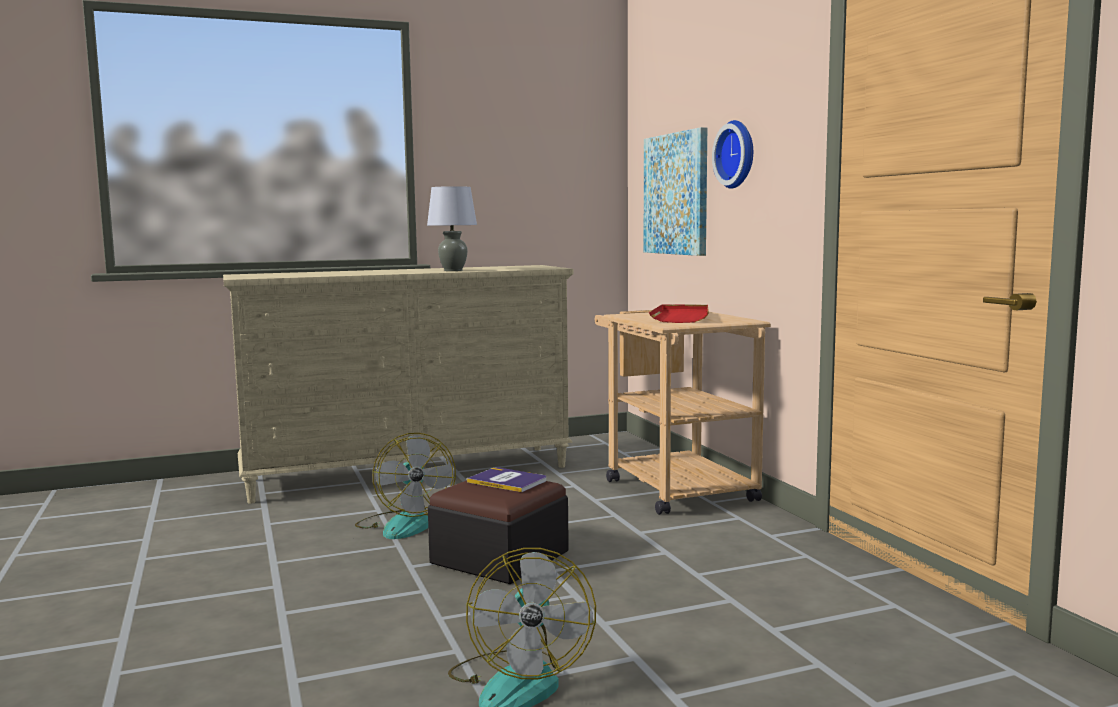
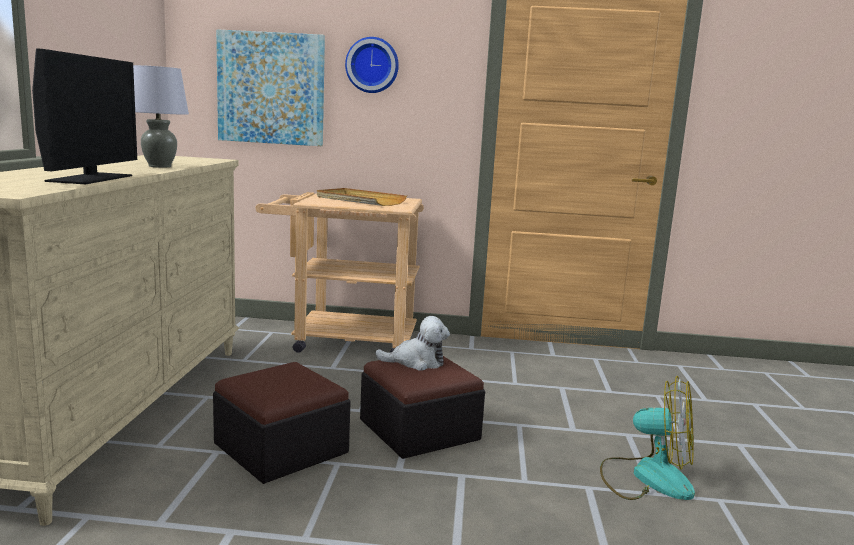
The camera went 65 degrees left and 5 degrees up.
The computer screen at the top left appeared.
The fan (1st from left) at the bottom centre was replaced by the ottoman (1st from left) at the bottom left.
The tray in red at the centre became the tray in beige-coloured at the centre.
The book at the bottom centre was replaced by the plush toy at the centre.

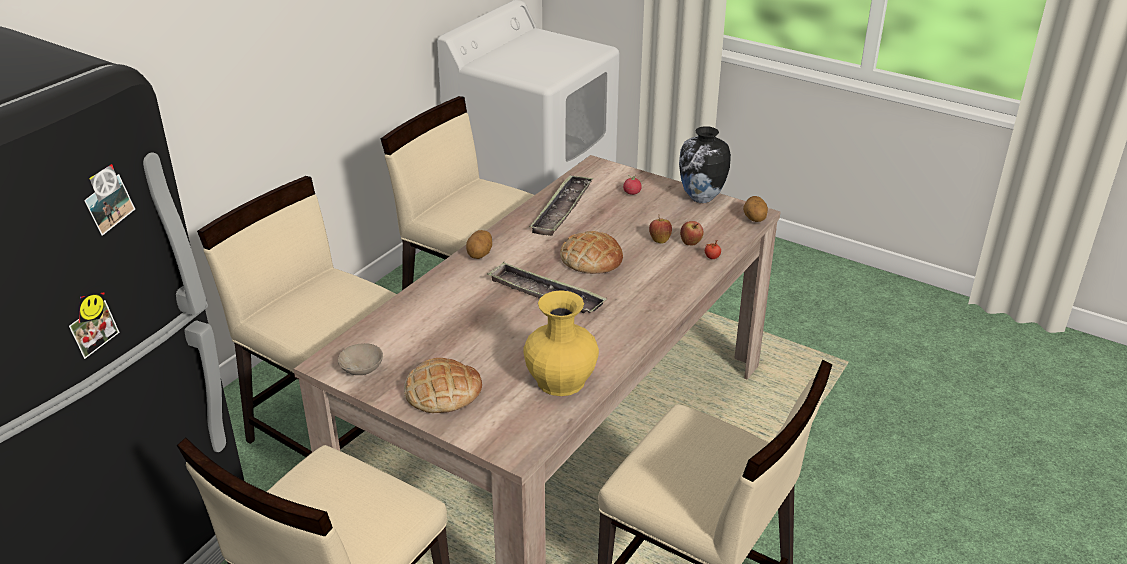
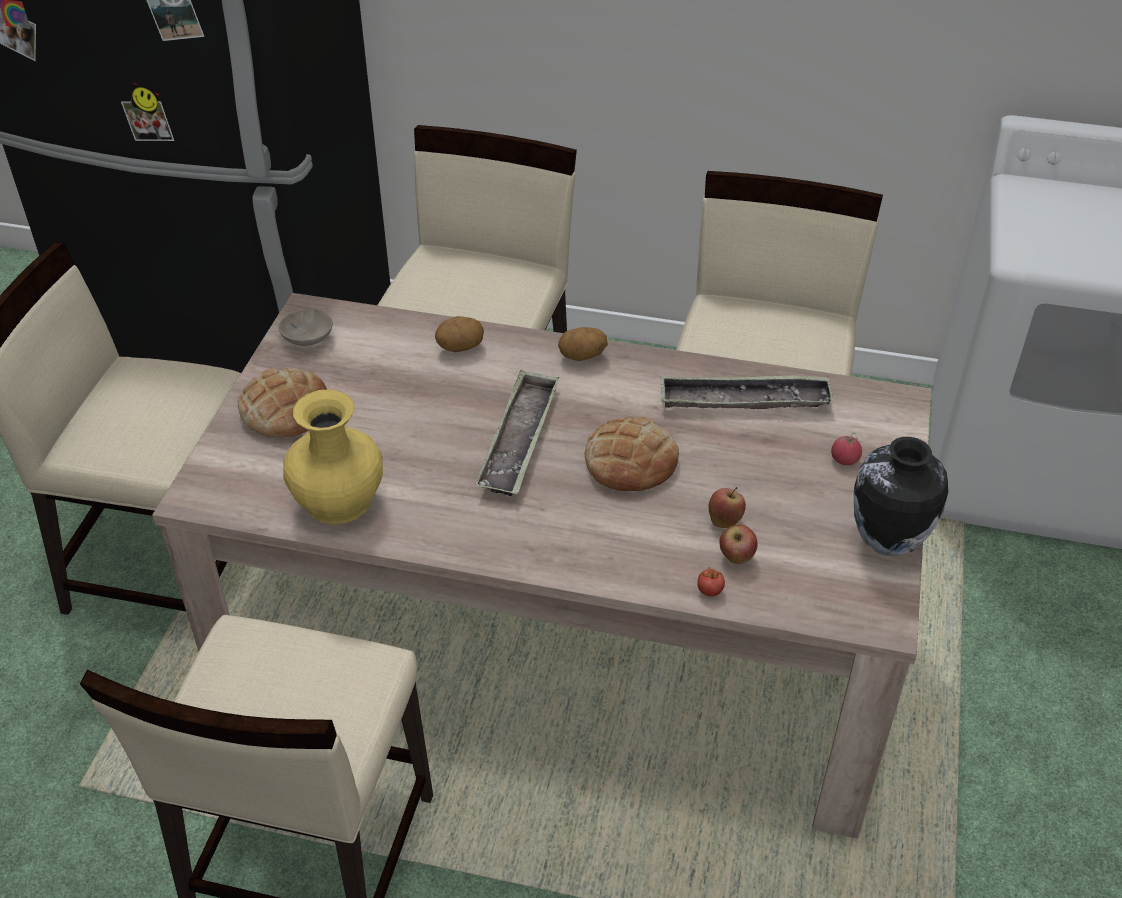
The camera went 70 degrees right and 10 degrees up.
The potato (2nd from left in the first image) moved from the middle right to the centre.

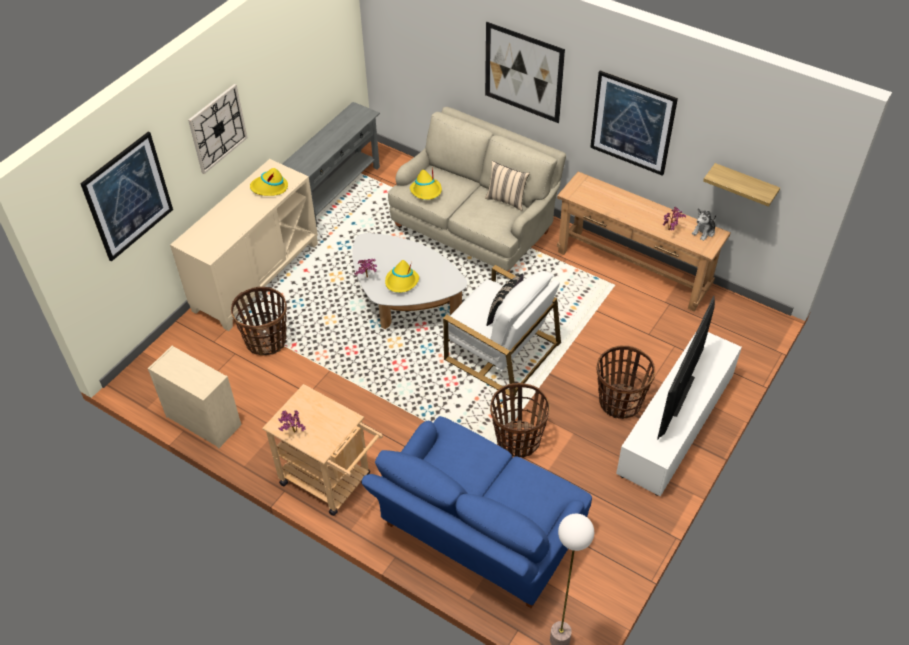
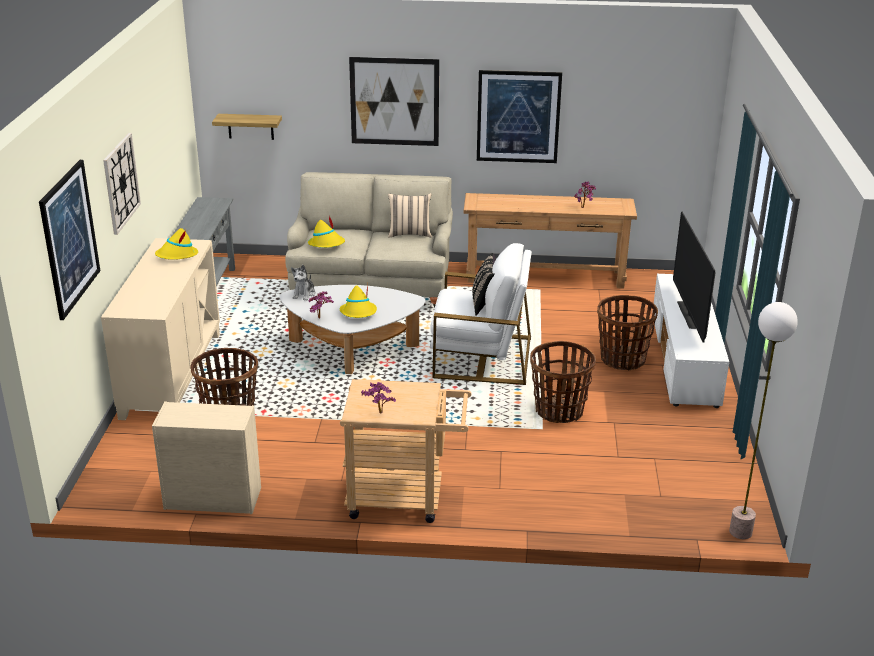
The camera went 30 degrees left and 20 degrees down.
The shelf moved from the top right to the top left.
The plush toy moved from the middle right to the centre.
The settee in bluish at the bottom centre disappeared.

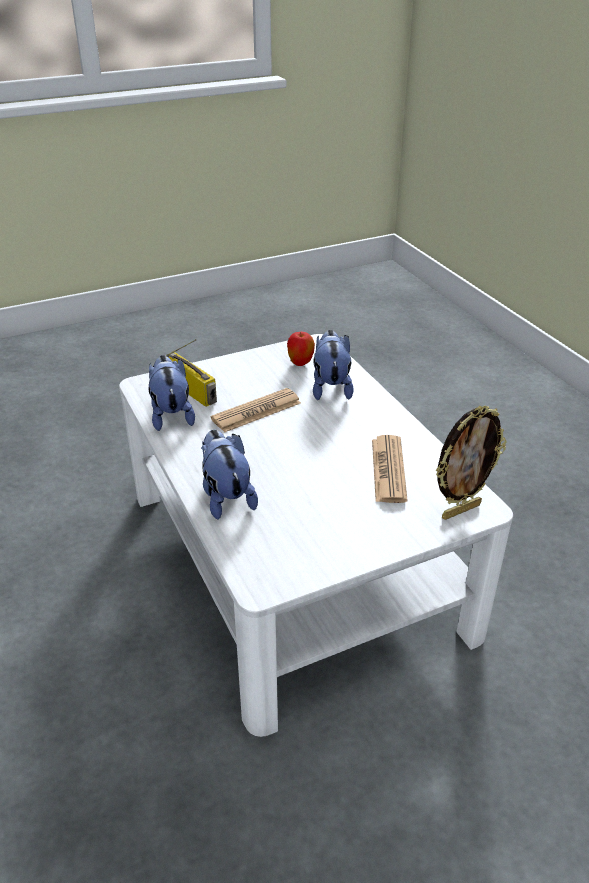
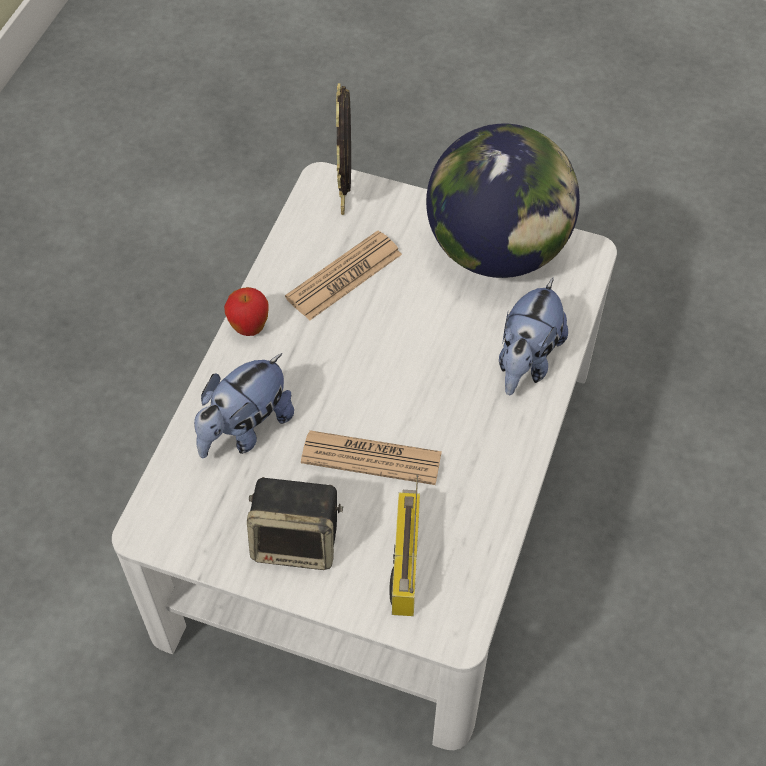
The camera went 135 degrees left and 20 degrees up.
The whole apple moved from the centre to the middle left.
The speaker at the bottom centre appeared.
The standing frame at the middle right turned 105 degrees counterclockwise.
The globe at the top centre appeared.
The plush toy (1st from left) at the middle left disappeared.

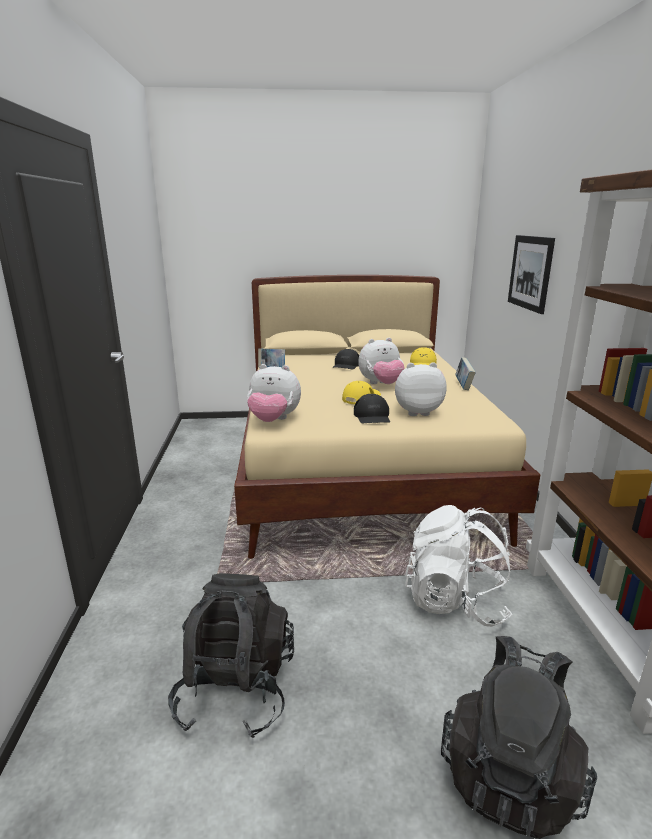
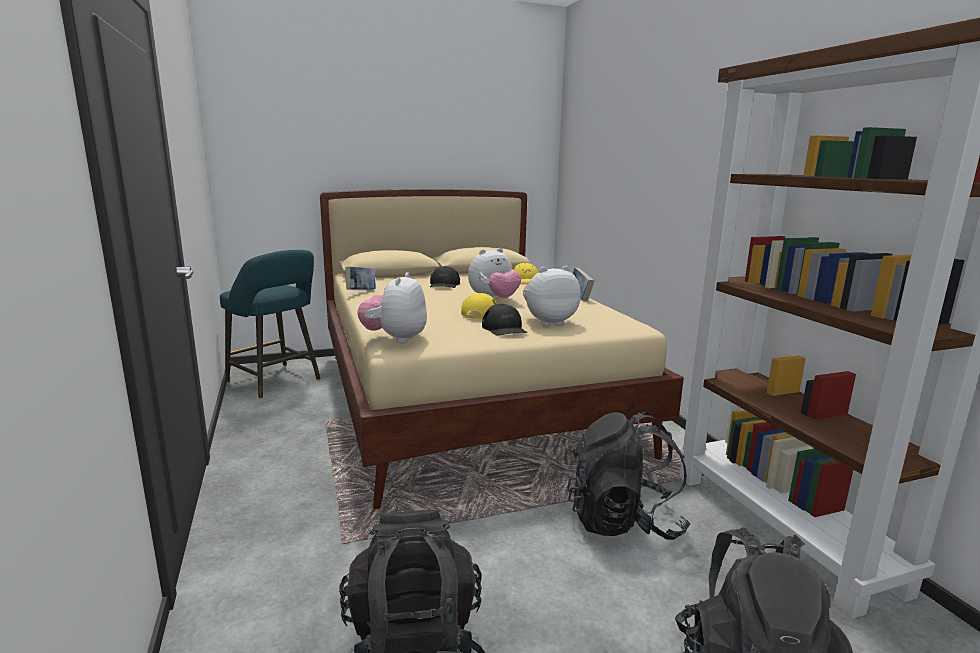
The camera went 15 degrees left and 5 degrees down.
The sitting stool in turquoise-coloured at the middle left appeared.
The plush toy (1st from left) at the centre turned 105 degrees clockwise.
The rucksack in white at the bottom right became the rucksack in blackish (2nd from left) at the bottom centre.
The wall picture at the top right disappeared.

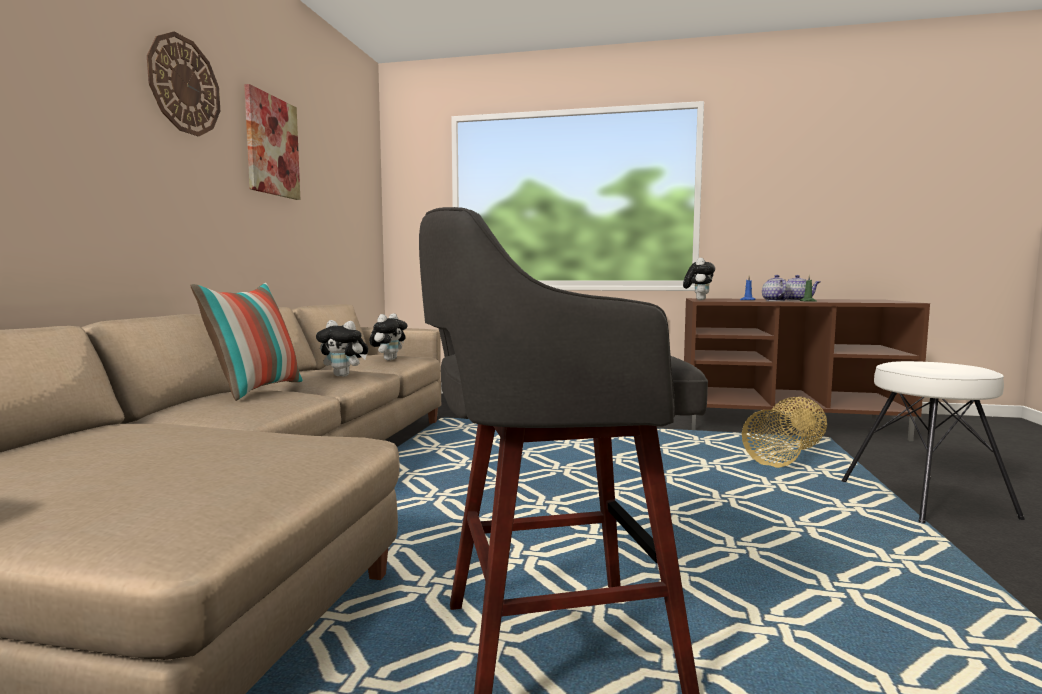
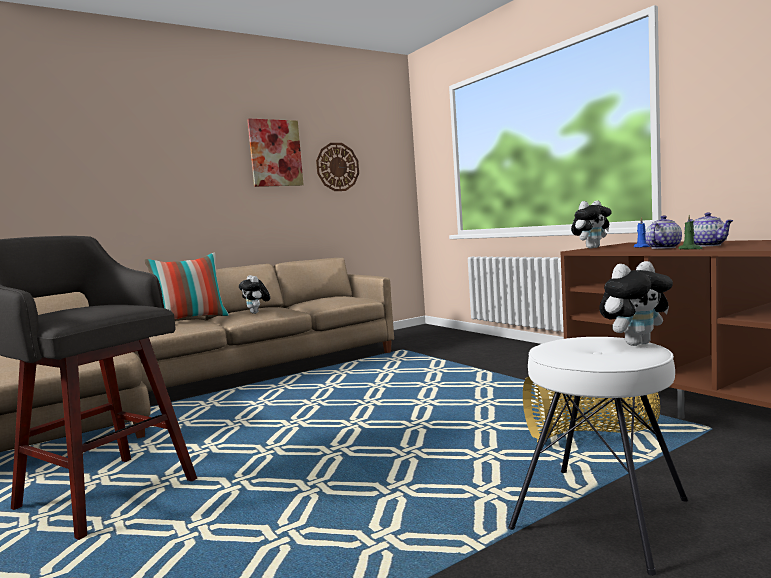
The camera went 45 degrees right and 0 degrees up.
The clock on the wall moved from the top left to the top centre.
The plush toy (2nd from left in the first image) moved from the centre to the middle right.

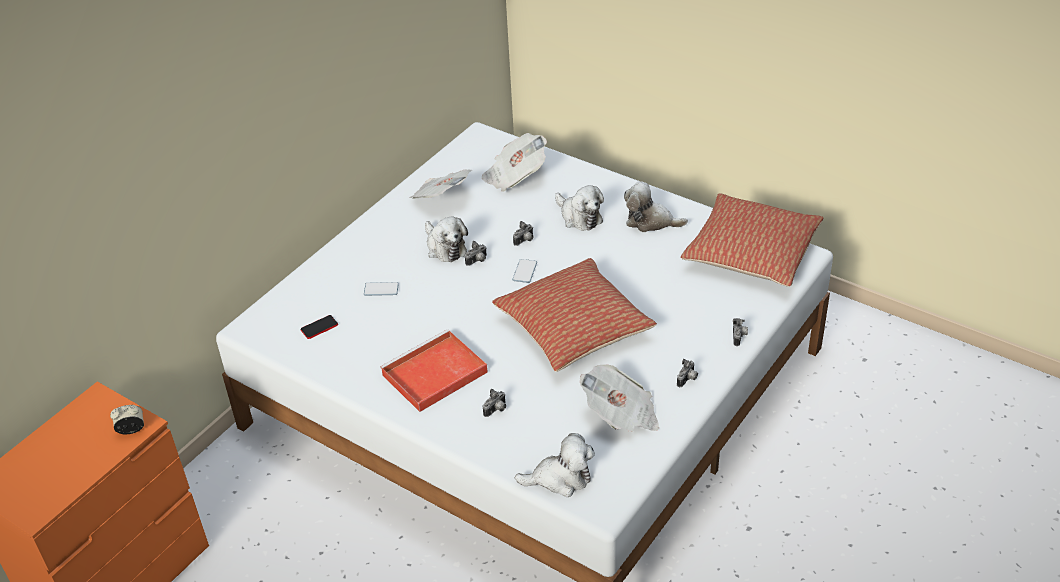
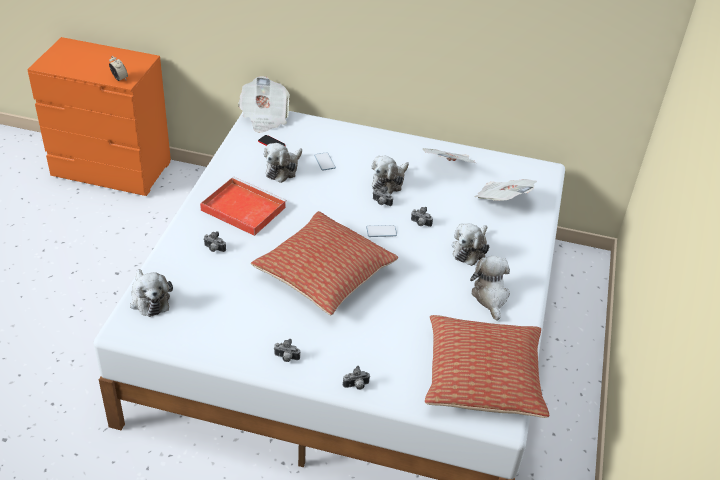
The camera went 65 degrees right and 0 degrees up.
The newspaper (3rd from left in the first image) moved from the bottom centre to the top centre.
The plush toy (2nd from left) at the centre appeared.

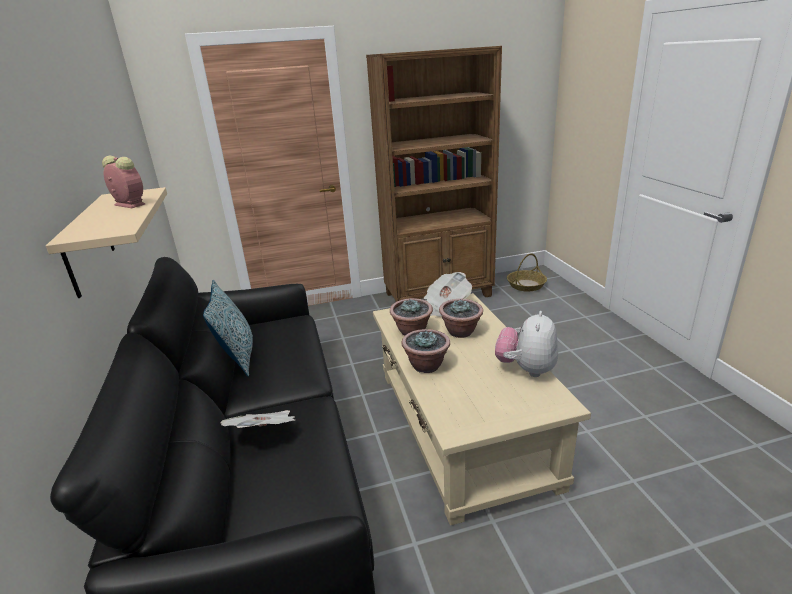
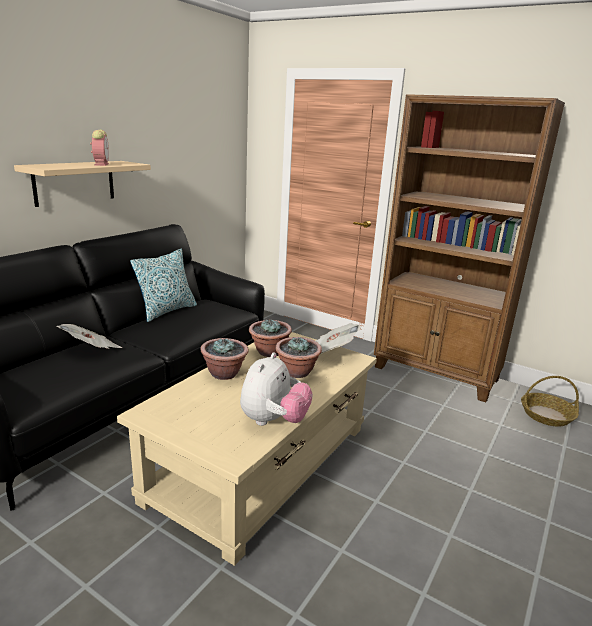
The camera went 45 degrees right and 5 degrees down.
The plush toy at the centre turned 135 degrees clockwise.

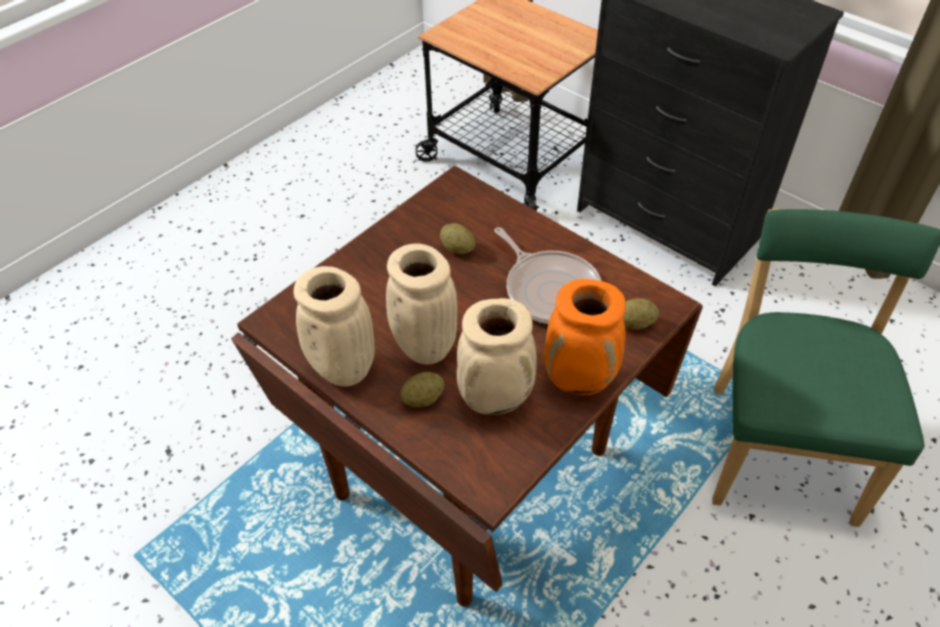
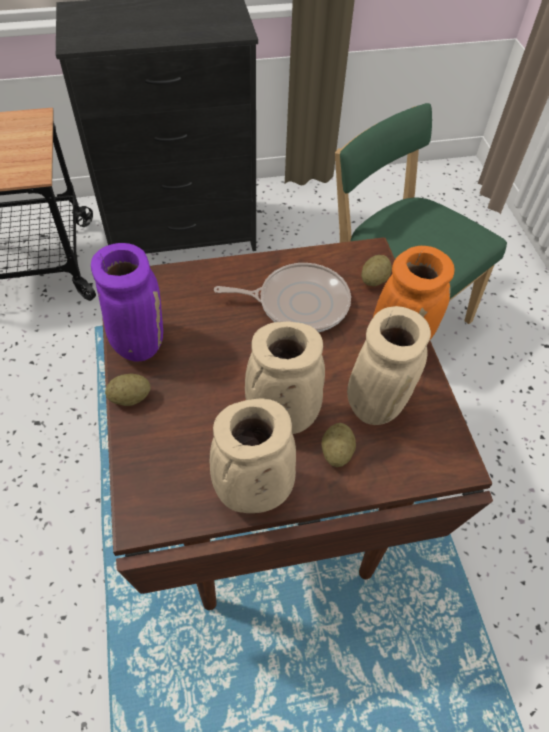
The camera went 55 degrees left and 5 degrees up.
The decorative vase in purplish at the middle left appeared.
The potato (2nd from left in the first image) moved from the centre to the middle left.

